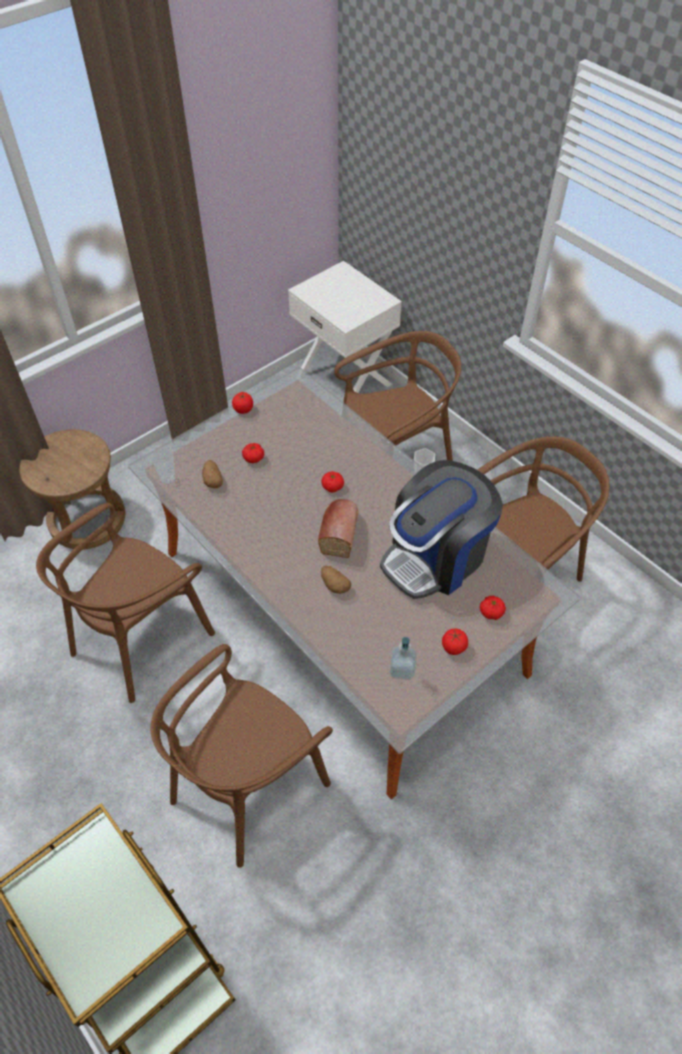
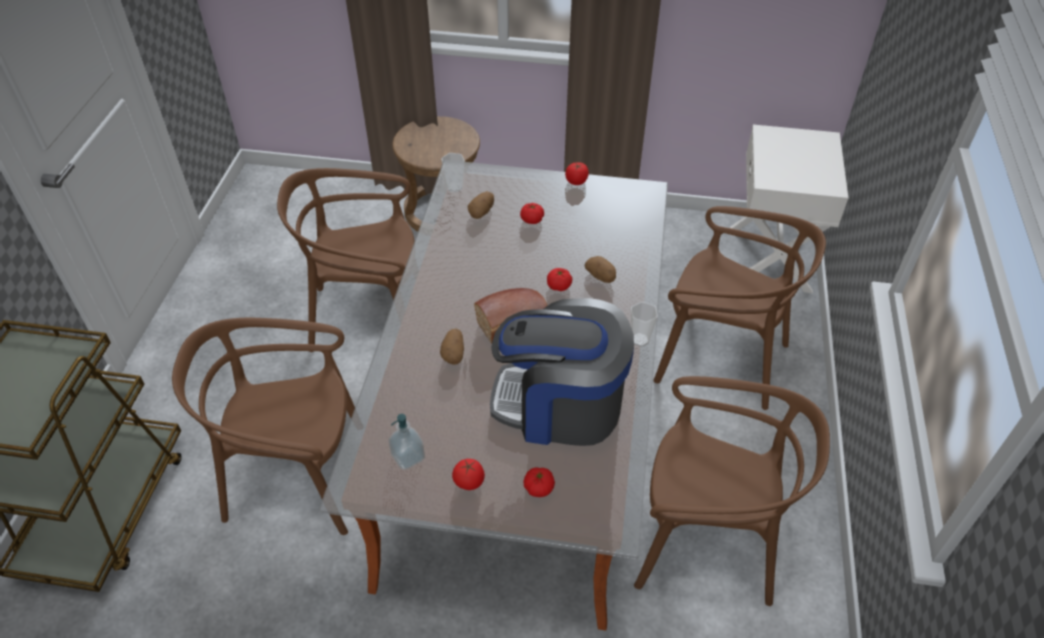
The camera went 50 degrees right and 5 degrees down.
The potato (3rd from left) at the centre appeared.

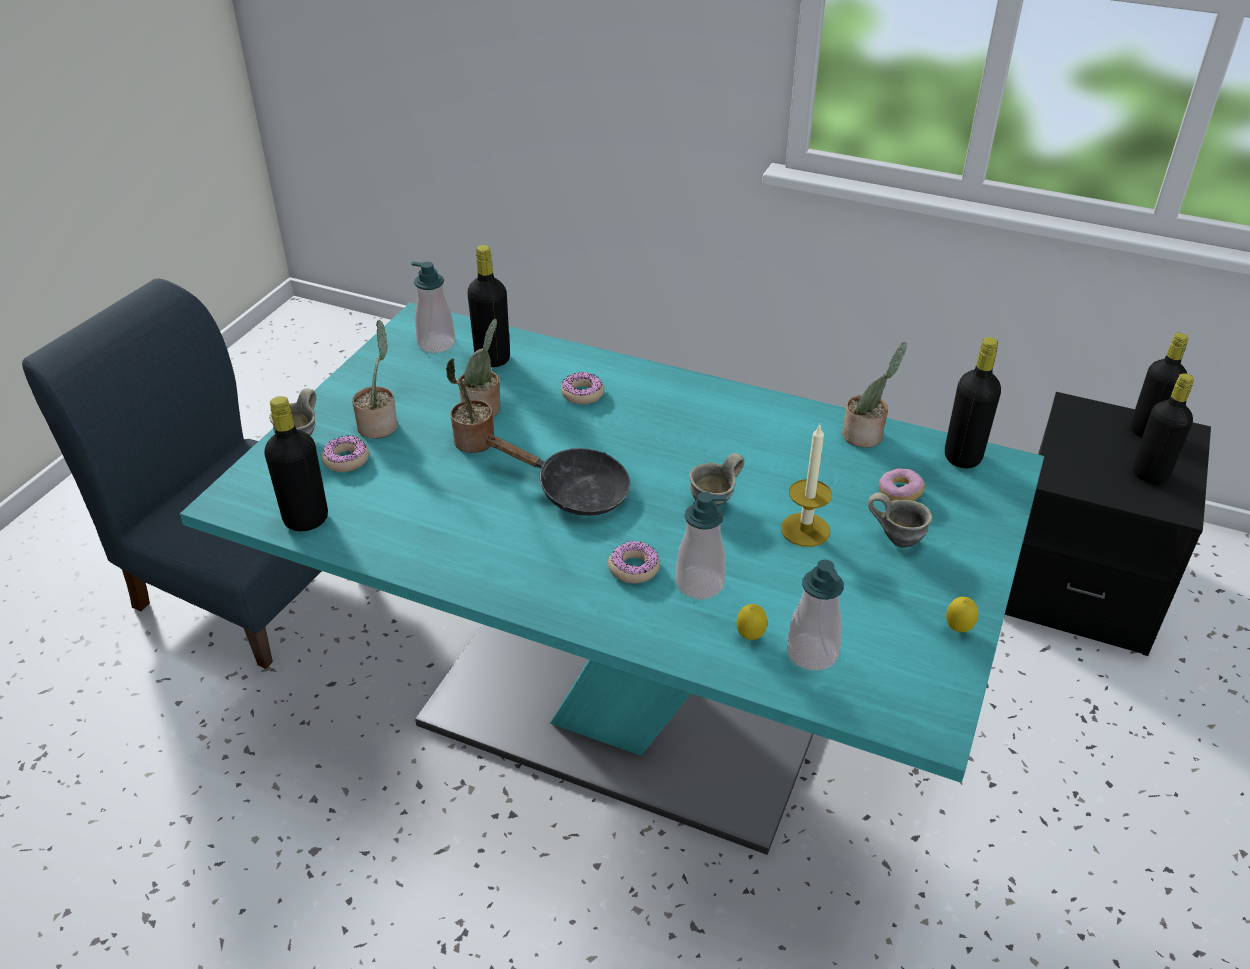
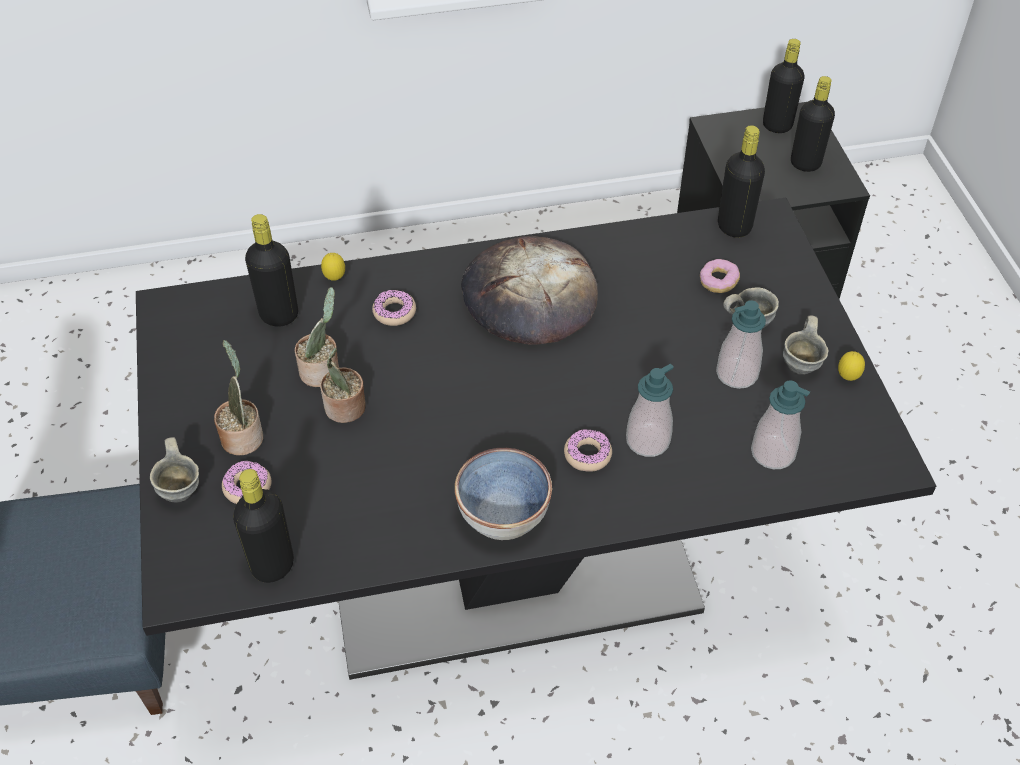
The camera went 35 degrees left and 10 degrees up.
The kitchen table in turquoise-coloured at the centre became the kitchen table in blackish at the centre.
The whole lemon (1st from left) moved from the centre to the middle left.
The serving bowl at the centre appeared.
The baked bread at the centre appeared.
The liquid soap bottle (1st from left in the first image) moved from the top centre to the middle right.
The tea mug in gray (2nd from left in the first image) moved from the centre to the middle right.
The skillet in blackish at the centre disappeared.
The wax candle at the centre disappeared.
The potted plant (4th from left) at the middle right disappeared.

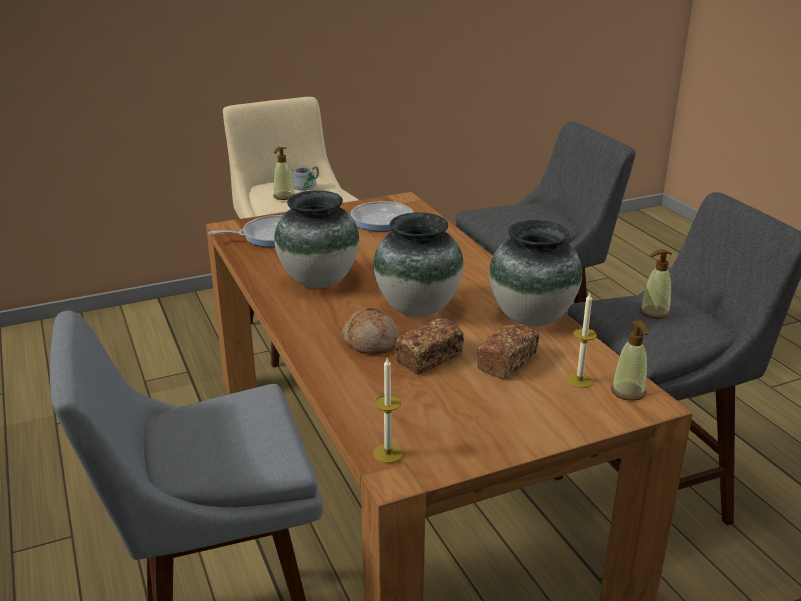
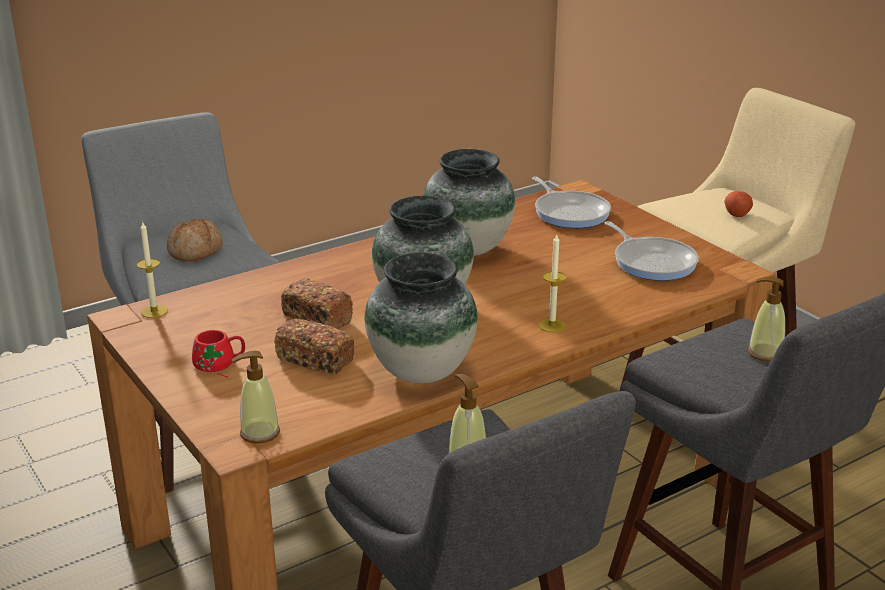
The camera went 80 degrees right and 0 degrees up.
The baked bread (1st from left) moved from the centre to the middle left.
The tea mug in red at the middle left appeared.
The wax candle (2nd from left) moved from the middle right to the centre.
The tea mug in gray at the top centre was replaced by the potato at the middle right.
The liquid soap bottle (1st from left in the first image) moved from the top centre to the middle right.

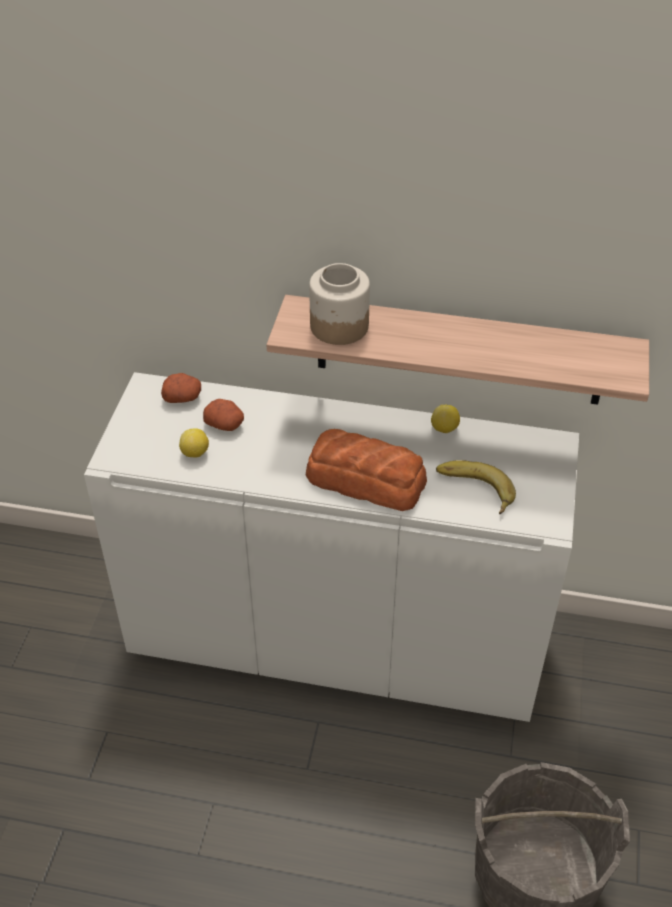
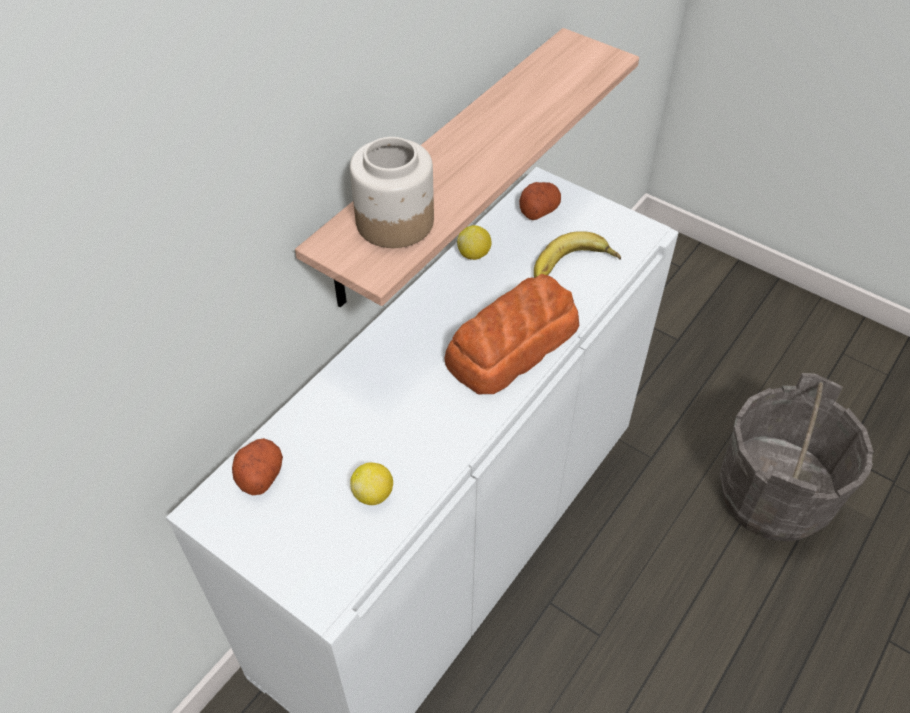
The camera went 65 degrees left and 5 degrees up.
The potato (2nd from left) moved from the middle left to the top centre.

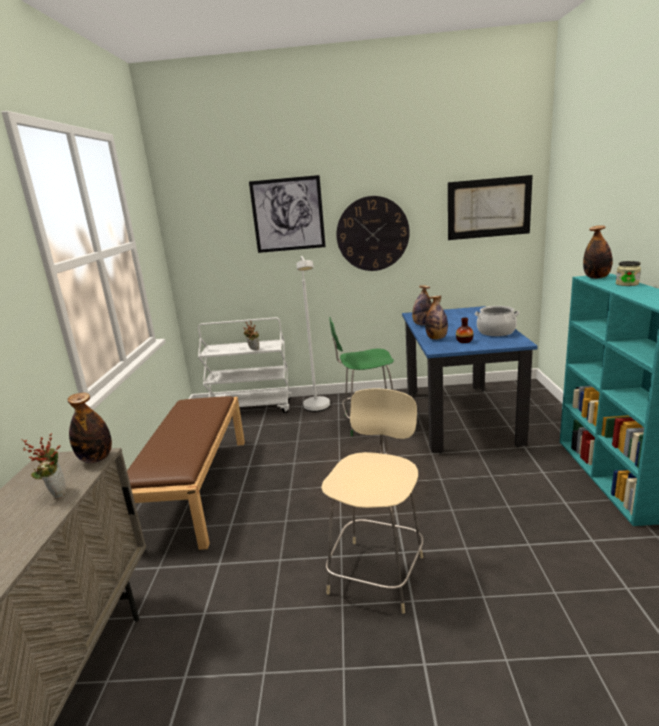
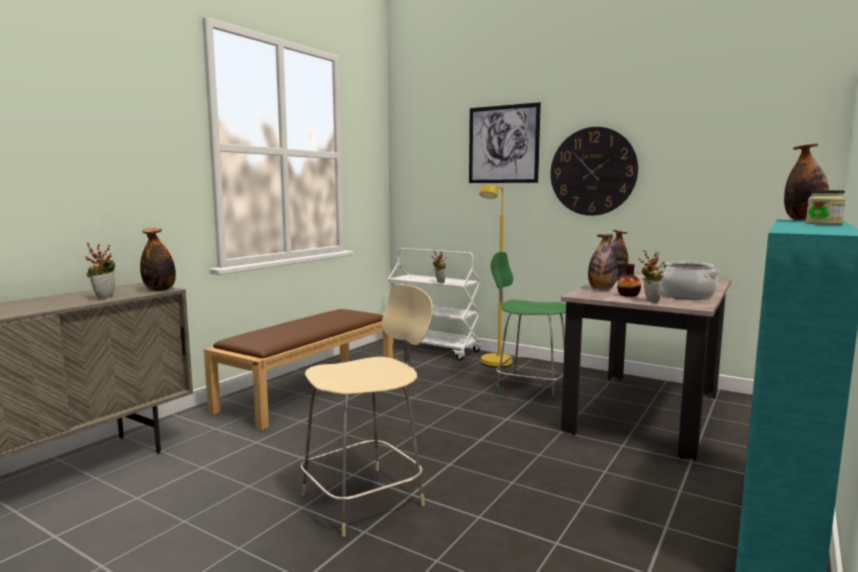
The camera went 30 degrees right and 10 degrees down.
The standard lamp in white at the centre became the standard lamp in yellowish at the centre.
The kitchen table in bluish at the middle right became the kitchen table in beige-coloured at the middle right.
The potted plant (3rd from left) at the middle right appeared.
The wall picture (2nd from left) at the top right disappeared.

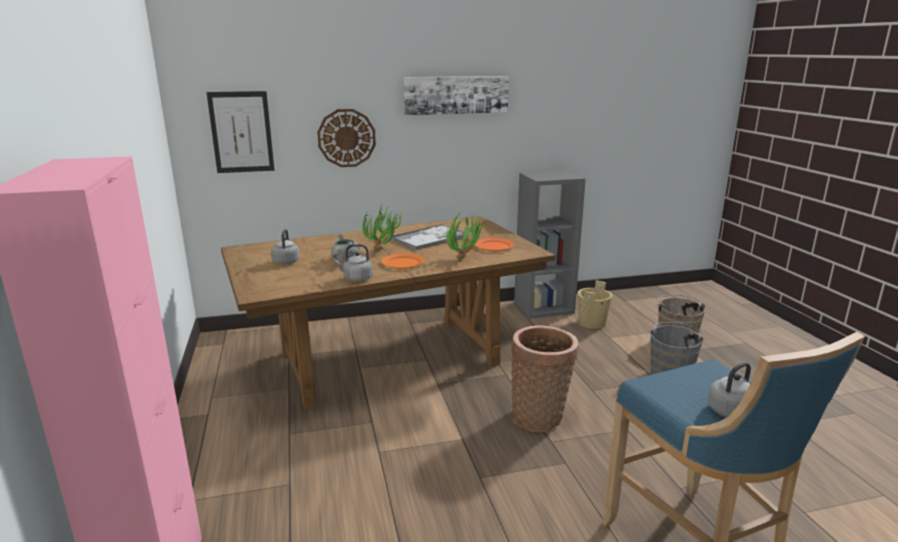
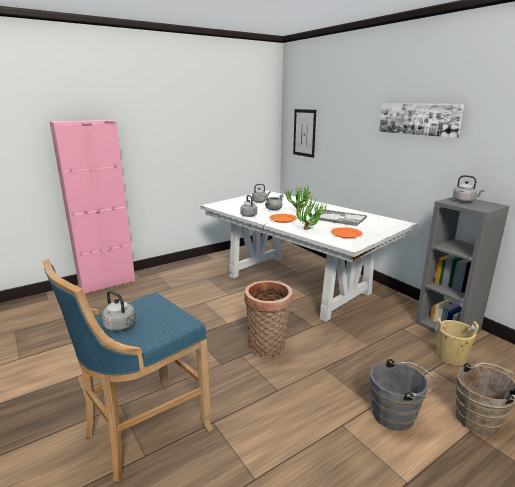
The camera went 70 degrees right and 0 degrees up.
The kitchen table in brownish at the centre became the kitchen table in white at the centre.
The tea kettle in gray (4th from left) at the middle right appeared.
The clock on the wall at the top centre disappeared.

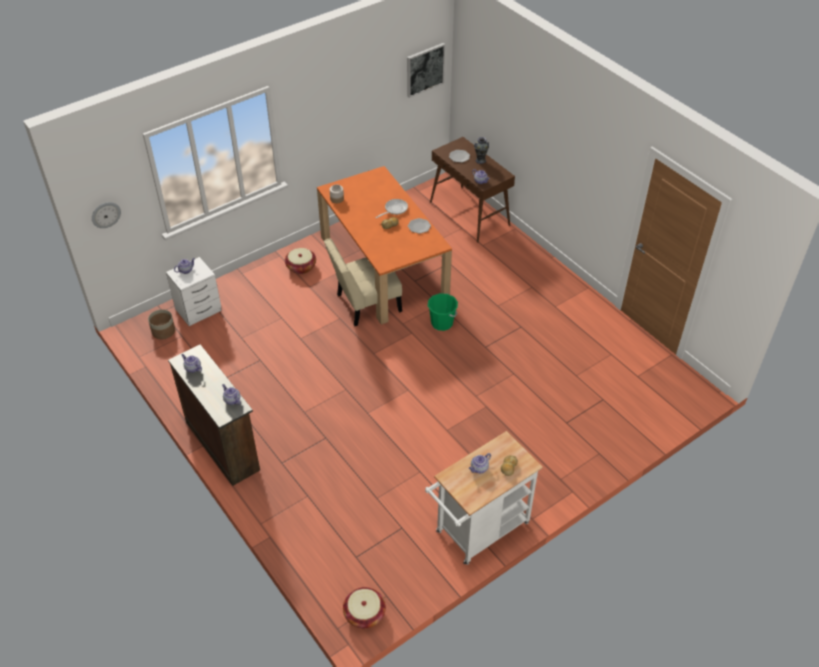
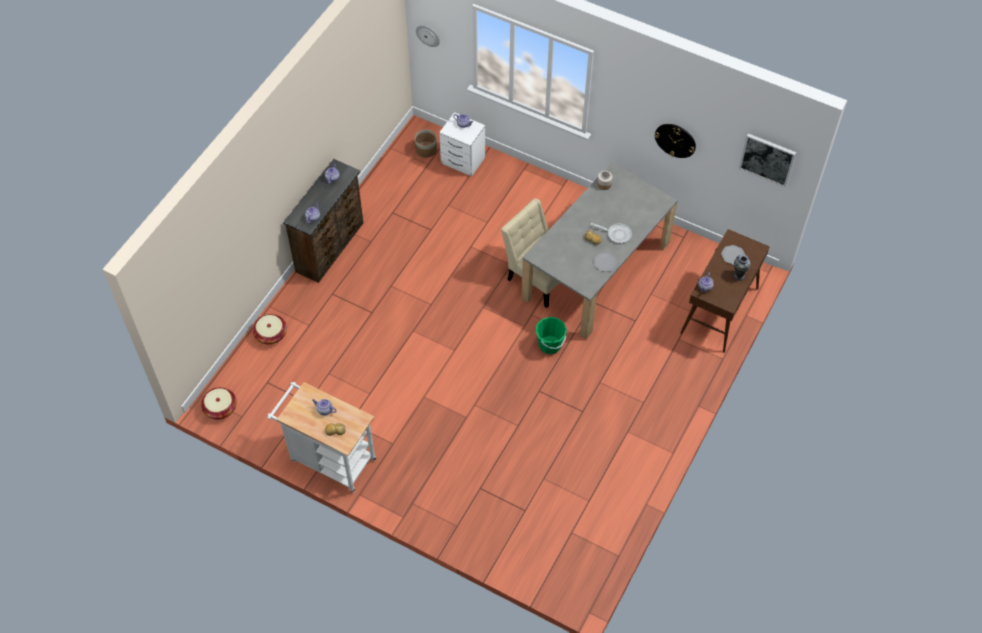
The camera went 65 degrees right and 10 degrees up.
The basket (1st from left in the first image) moved from the centre to the middle left.
The kitchen table in orange-coloured at the centre became the kitchen table in gray at the centre.
The clock on the wall (2nd from left) at the top right appeared.

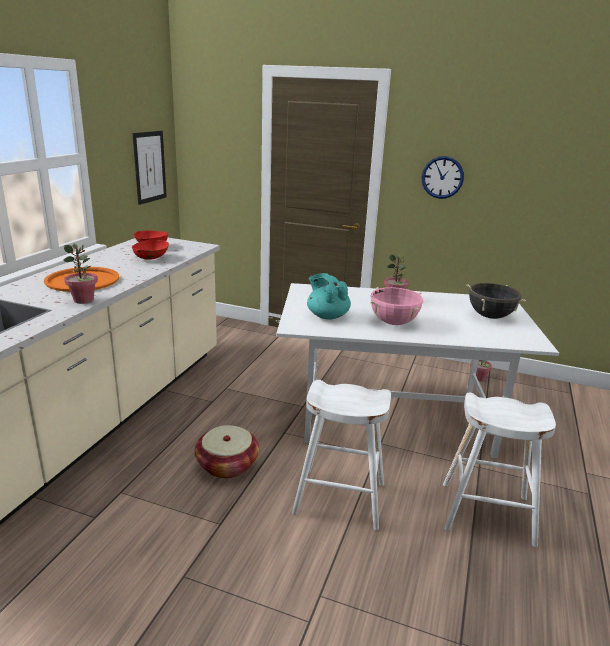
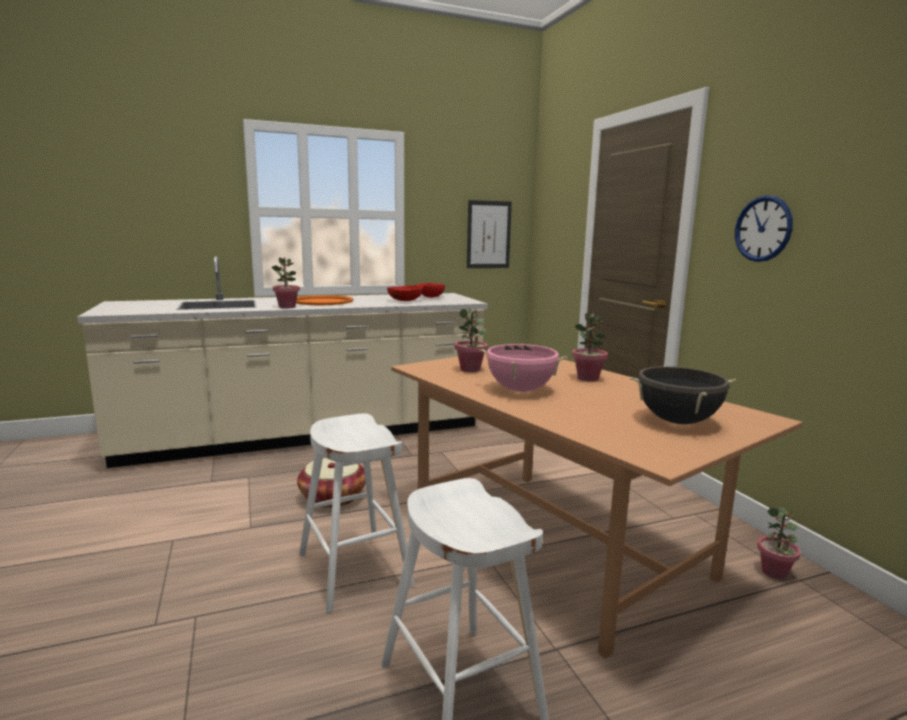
The camera went 50 degrees right and 10 degrees down.
The kitchen table in white at the middle right became the kitchen table in brownish at the bottom centre.
The tea pot in turquoise-coloured at the centre was replaced by the potted plant (2nd from left) at the centre.

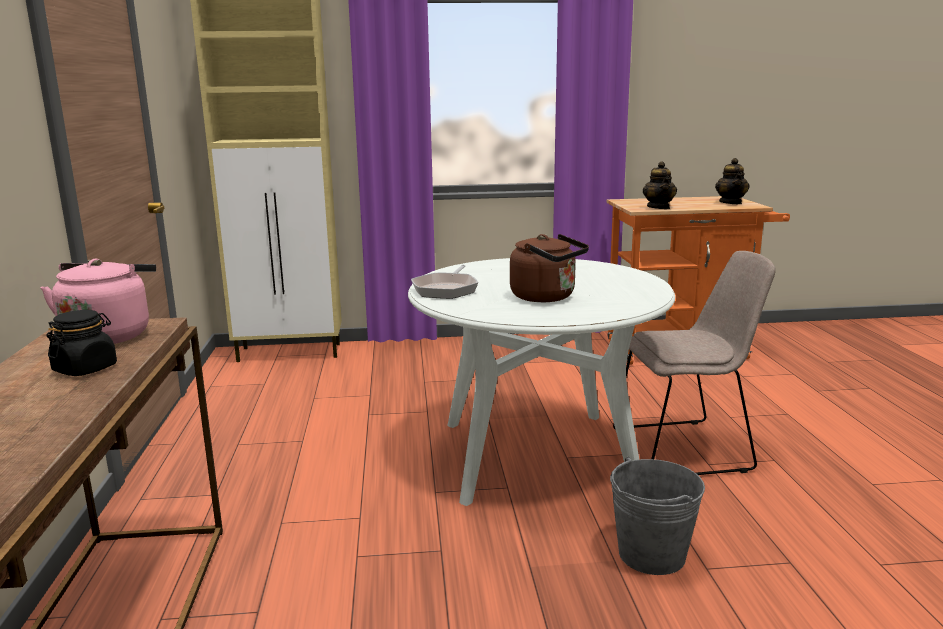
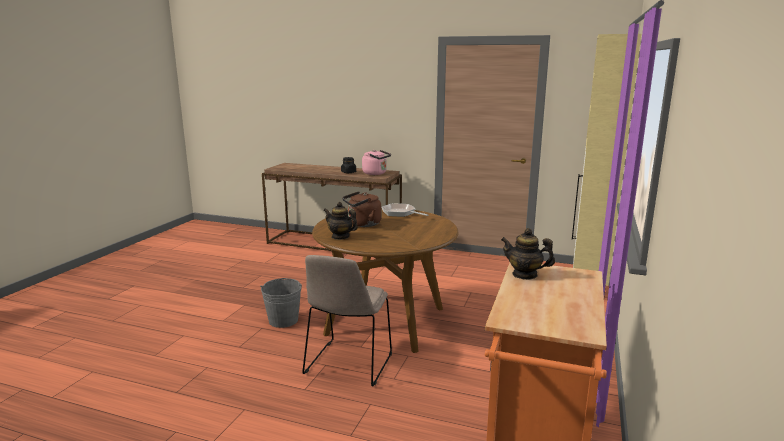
The camera went 115 degrees right and 0 degrees up.
The kitchen table in white at the centre became the kitchen table in brownish at the centre.
The tea pot (2nd from left in the first image) moved from the top right to the centre.

